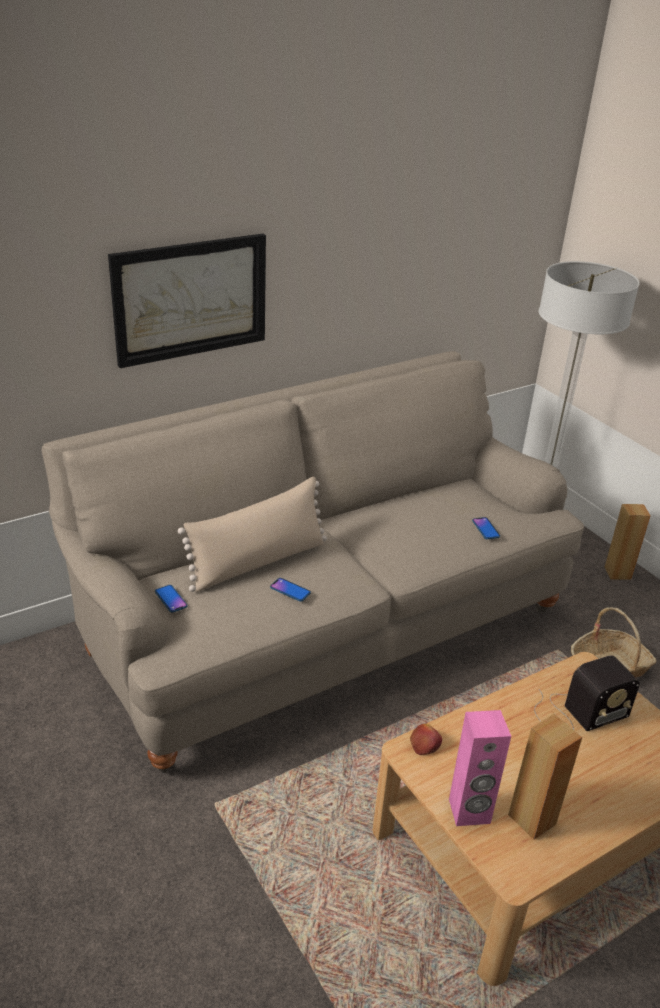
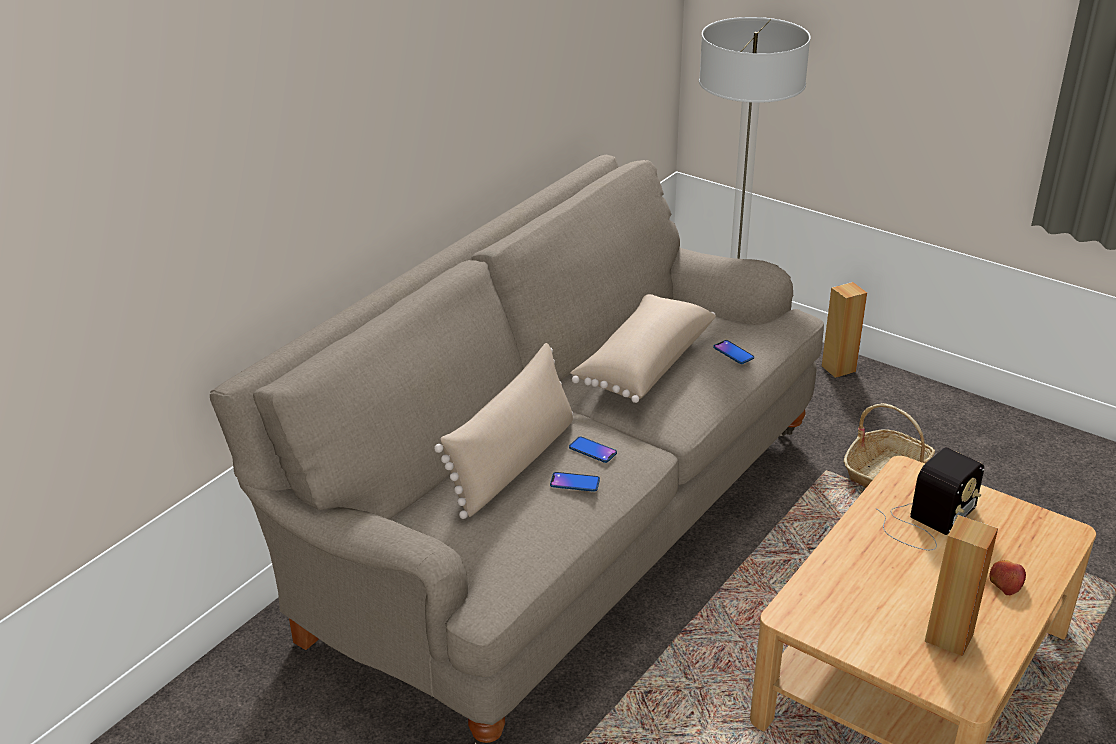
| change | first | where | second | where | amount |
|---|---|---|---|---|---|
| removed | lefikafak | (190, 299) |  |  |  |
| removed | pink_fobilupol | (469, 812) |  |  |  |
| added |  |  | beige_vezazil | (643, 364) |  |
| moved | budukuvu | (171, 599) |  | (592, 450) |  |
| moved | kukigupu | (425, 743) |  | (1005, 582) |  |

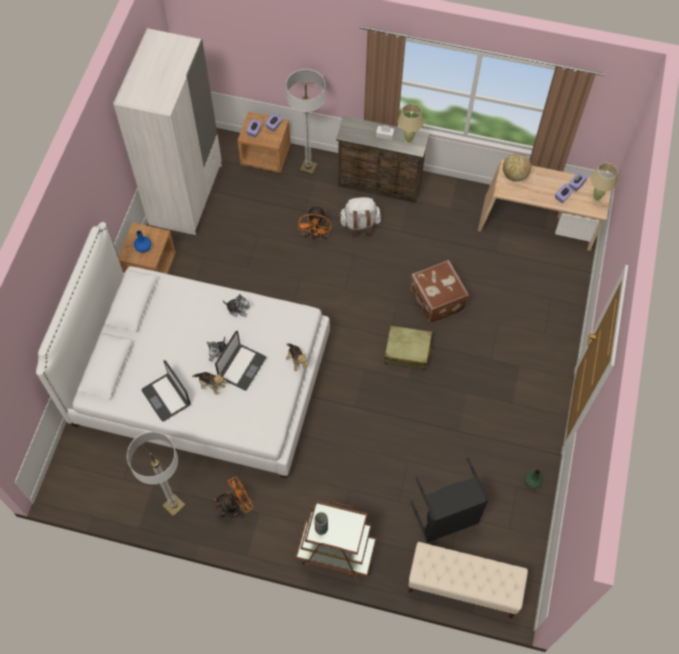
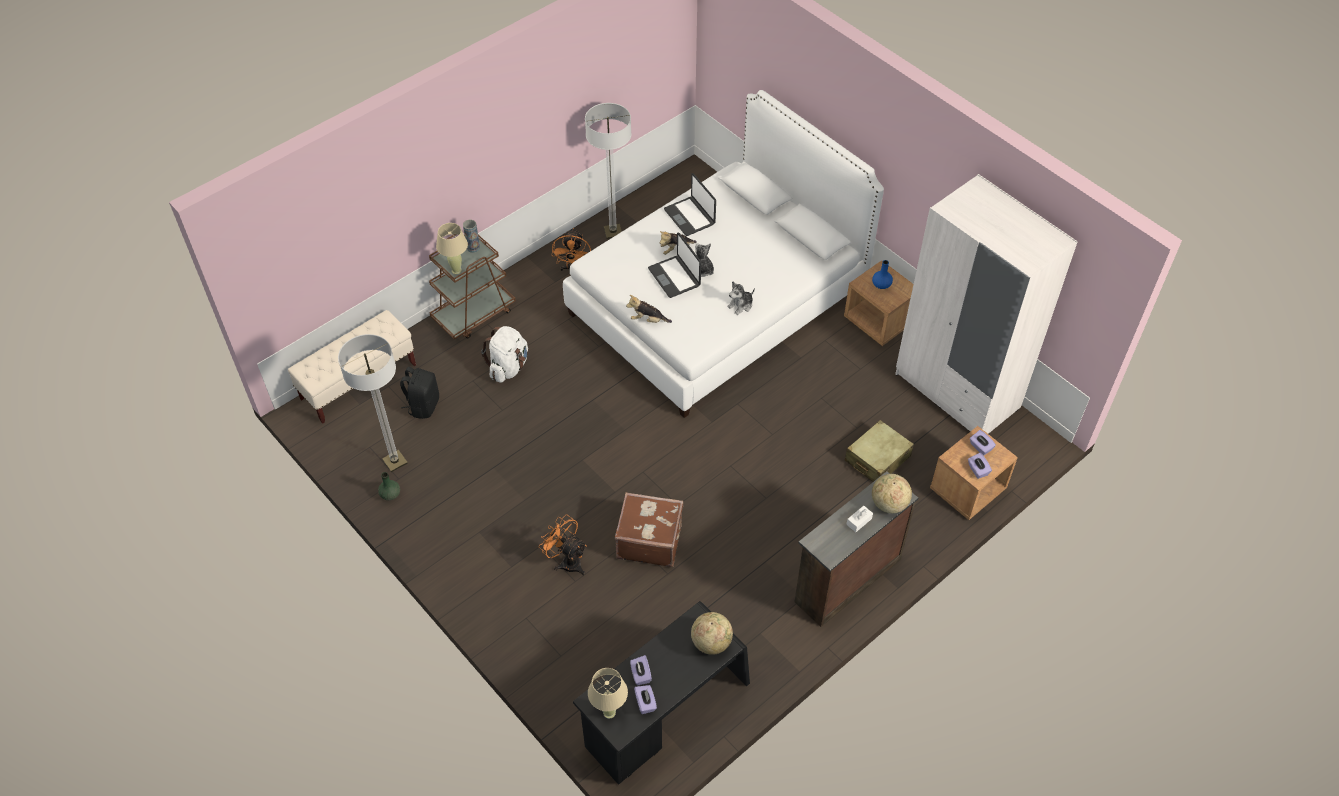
| change | first | where | second | where | amount |
|---|---|---|---|---|---|
| added |  |  | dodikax | (888, 504) |  |
| moved | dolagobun | (308, 167) |  | (395, 461) |  |
| moved | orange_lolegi | (315, 236) |  | (567, 561) |  |
| moved | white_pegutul | (360, 224) |  | (508, 367) |  |
| moved | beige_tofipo | (407, 352) |  | (877, 459) |  |
| moved | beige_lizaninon | (408, 140) |  | (456, 270) |  |
| replaced | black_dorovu | (446, 519) | black_pegutul | (423, 405) |  |
| recoloured | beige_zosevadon | (537, 226) | black_zosevadon | (665, 713) |  |
| turned | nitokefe | (166, 397) |  | (690, 216) | 120 degrees counterclockwise |

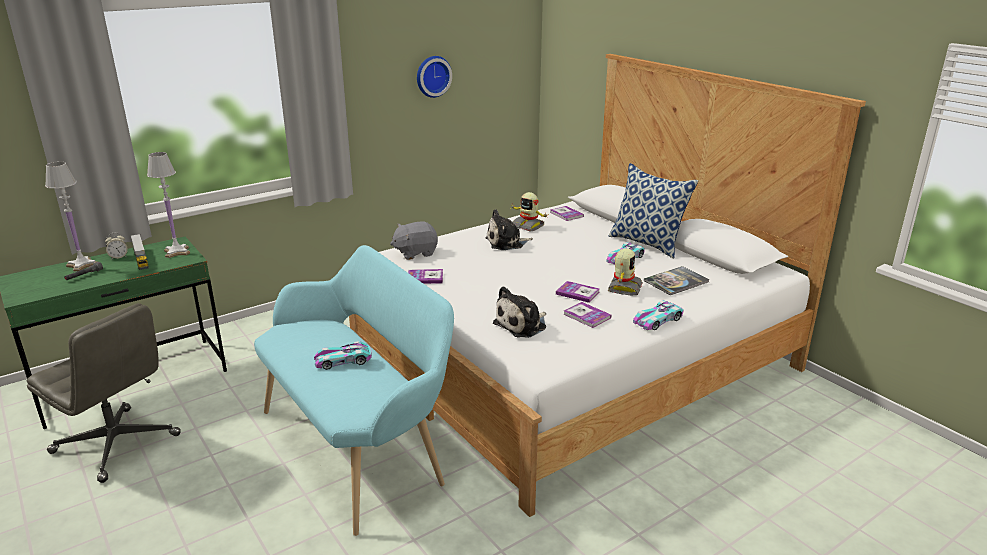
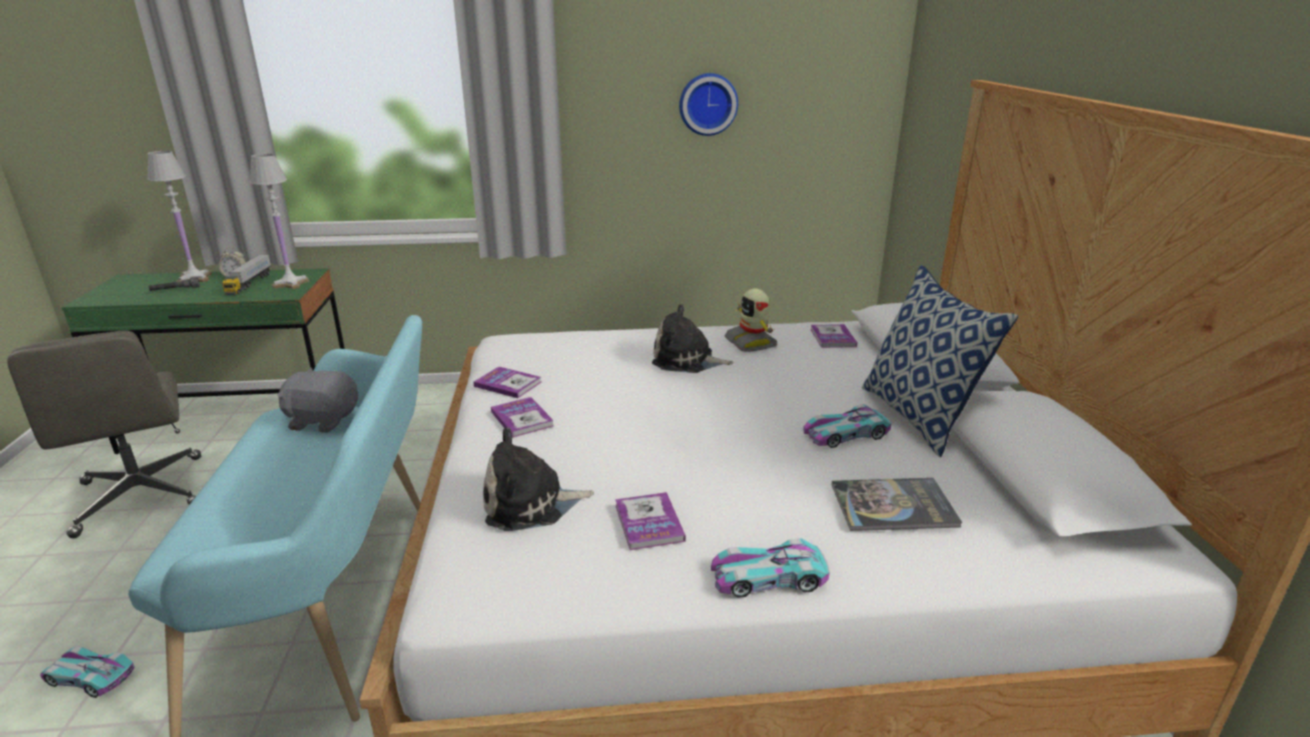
| change | first | where | second | where | amount |
|---|---|---|---|---|---|
| removed | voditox | (624, 288) |  |  |  |
| moved | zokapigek | (343, 360) |  | (90, 677) |  |
| moved | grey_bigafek | (415, 253) |  | (323, 420) |  |
| moved | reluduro | (577, 293) |  | (522, 419) |  |

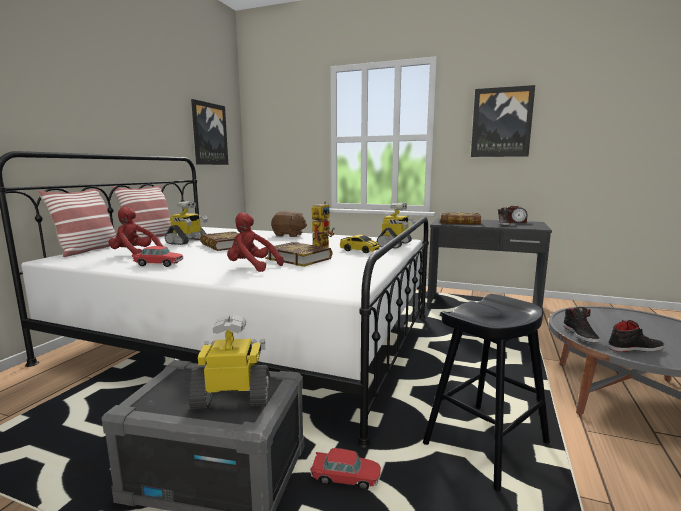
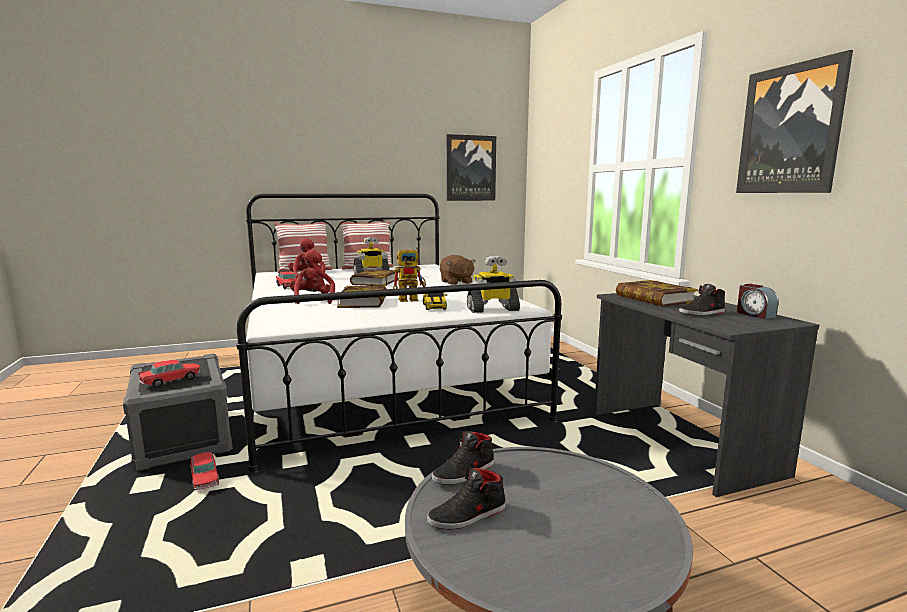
| change | first | where | second | where | amount |
|---|---|---|---|---|---|
| removed | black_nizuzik | (486, 443) |  |  |  |
| replaced | voditox | (233, 397) | zokapigek | (171, 381) |  |
| turned | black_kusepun | (634, 348) |  | (467, 515) | 105 degrees clockwise |

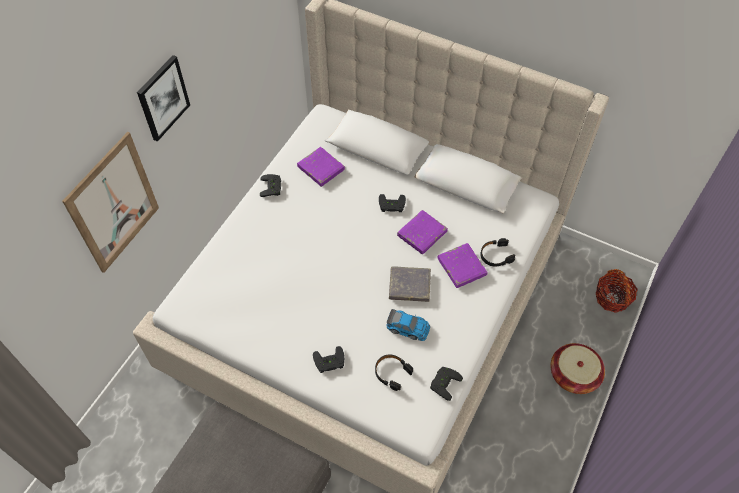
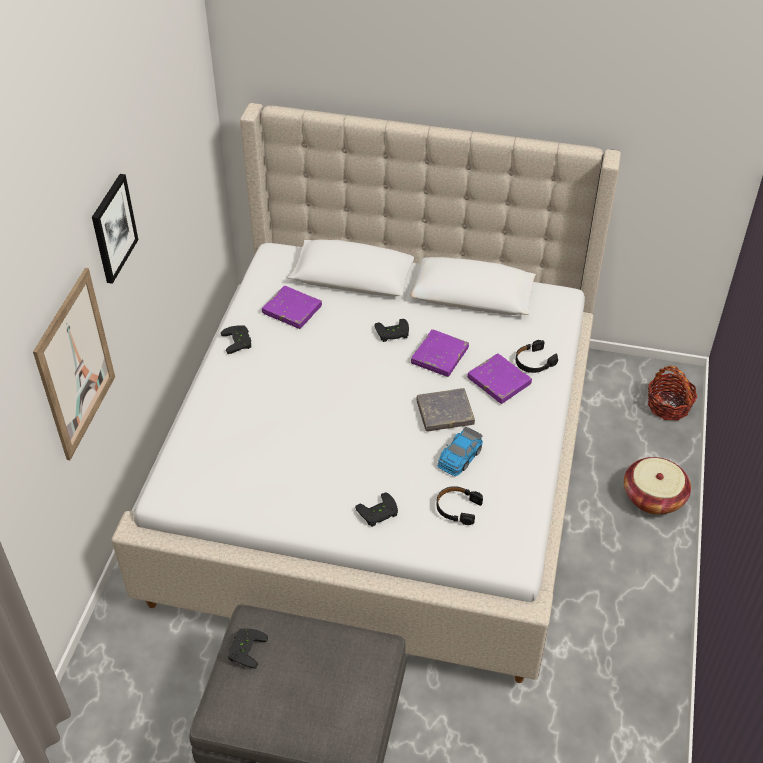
| change | first | where | second | where | amount |
|---|---|---|---|---|---|
| moved | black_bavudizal | (443, 382) |  | (245, 648) |  |
| turned | zokapigek | (408, 328) |  | (459, 457) | 120 degrees clockwise |

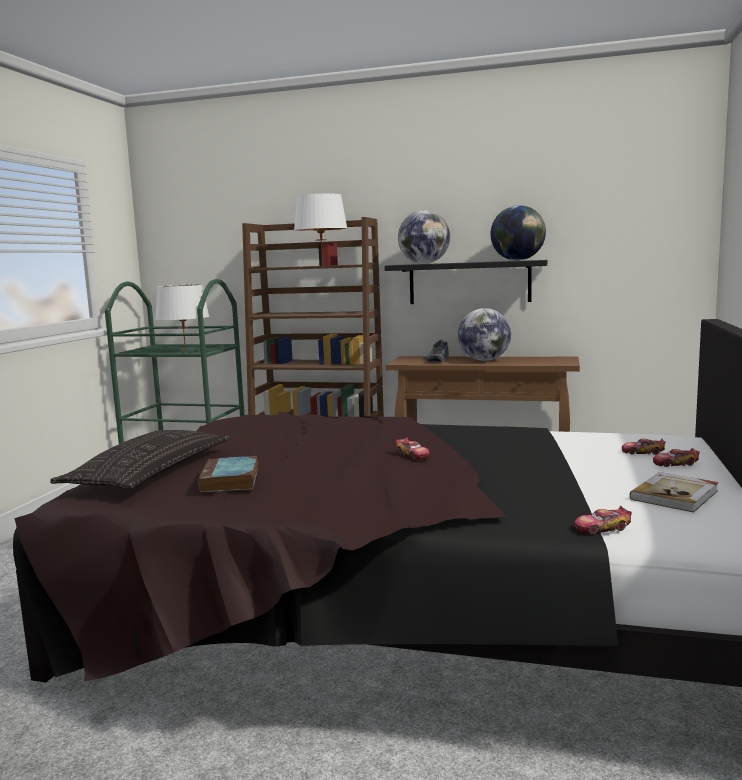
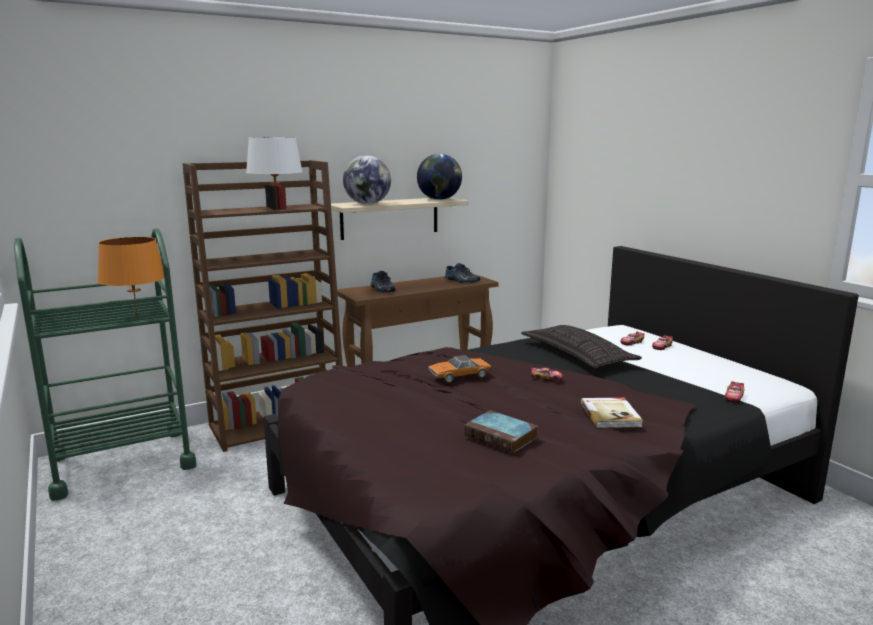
| change | first | where | second | where | amount |
|---|---|---|---|---|---|
| removed | dodikax | (484, 360) |  |  |  |
| added |  |  | zokapigek | (459, 376) |  |
| added |  |  | kusepun | (461, 281) |  |
| moved | vezazil | (150, 472) |  | (577, 355) |  |
| moved | reluduro | (676, 495) |  | (611, 415) |  |
| recoloured | white_lizaninon | (185, 352) | orange_lizaninon | (137, 318) |  |
| recoloured | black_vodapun | (469, 282) | beige_vodapun | (390, 218) |  |

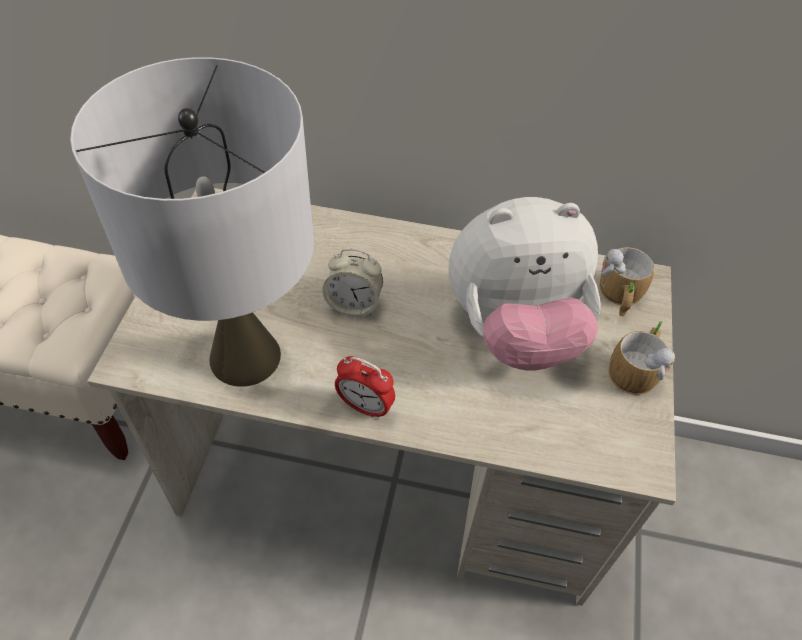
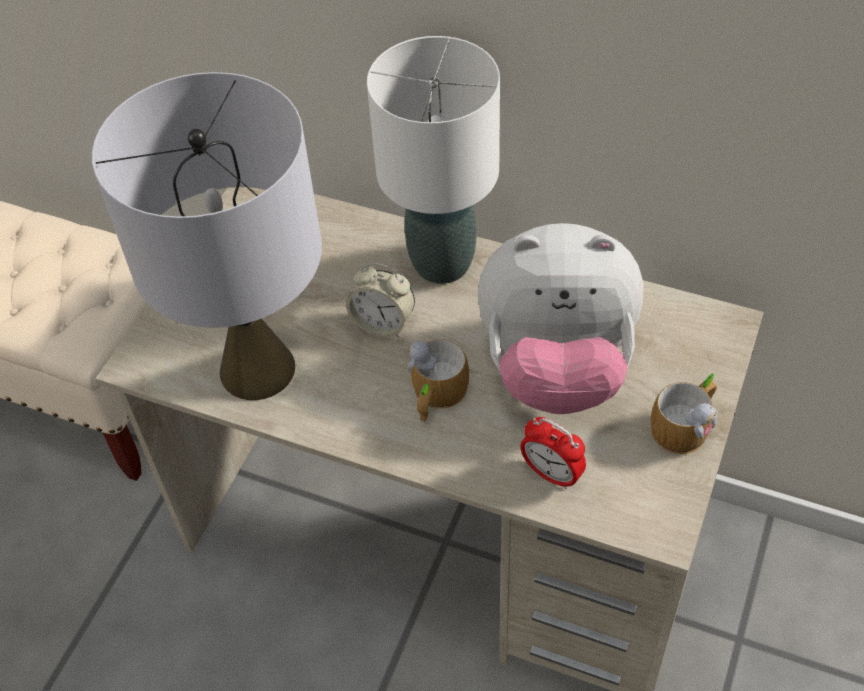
| change | first | where | second | where | amount |
|---|---|---|---|---|---|
| added |  |  | white_lizaninon | (442, 264) |  |
| moved | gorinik | (365, 406) |  | (551, 474) |  |
| moved | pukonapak | (619, 295) |  | (435, 395) |  |

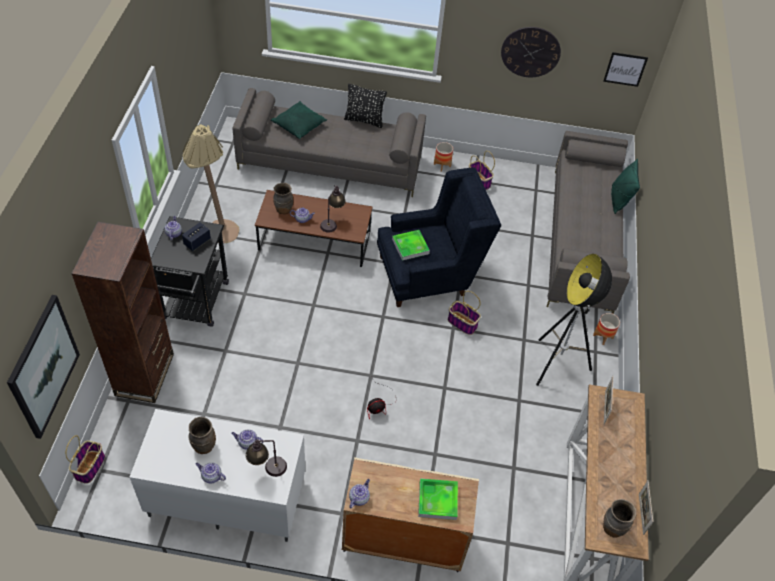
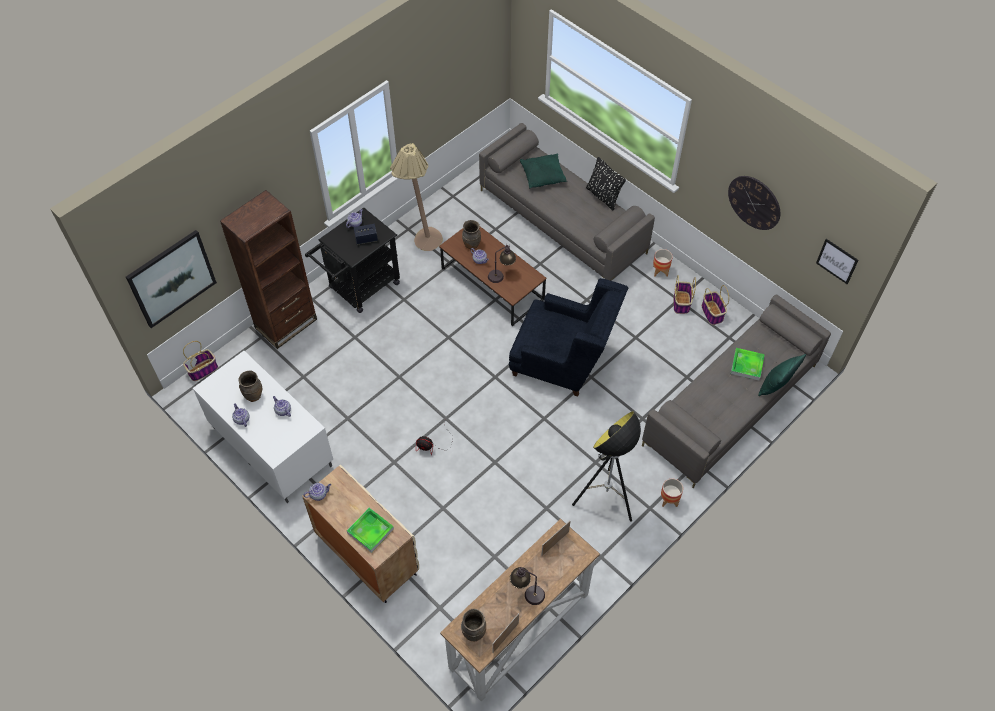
| change | first | where | second | where | amount |
|---|---|---|---|---|---|
| moved | lizaninon | (267, 468) |  | (527, 592) |  |
| moved | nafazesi | (410, 246) |  | (747, 365) |  |
| moved | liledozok | (463, 323) |  | (712, 313) |  |

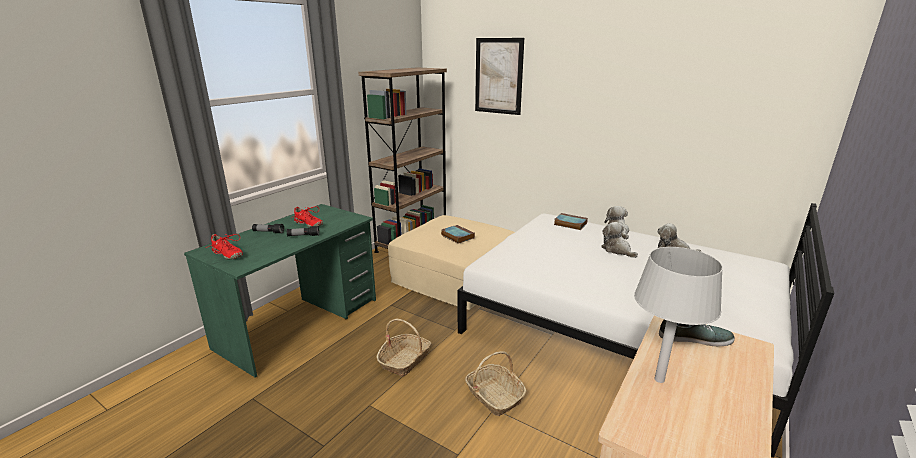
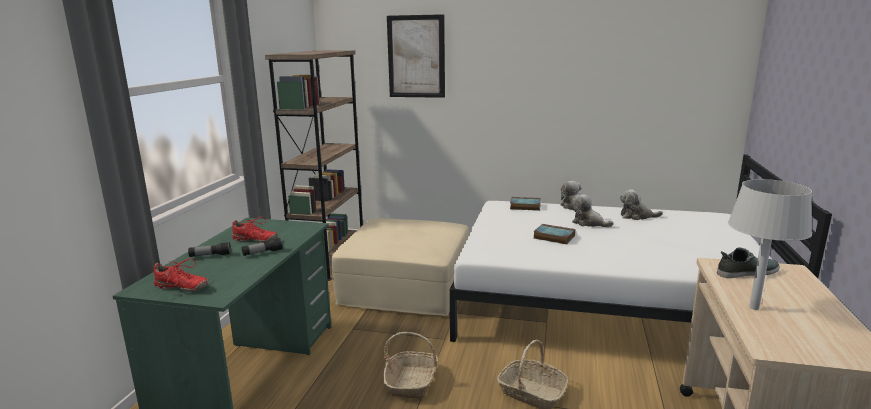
| change | first | where | second | where | amount |
|---|---|---|---|---|---|
| moved | reluduro | (457, 236) |  | (553, 237) |  |

